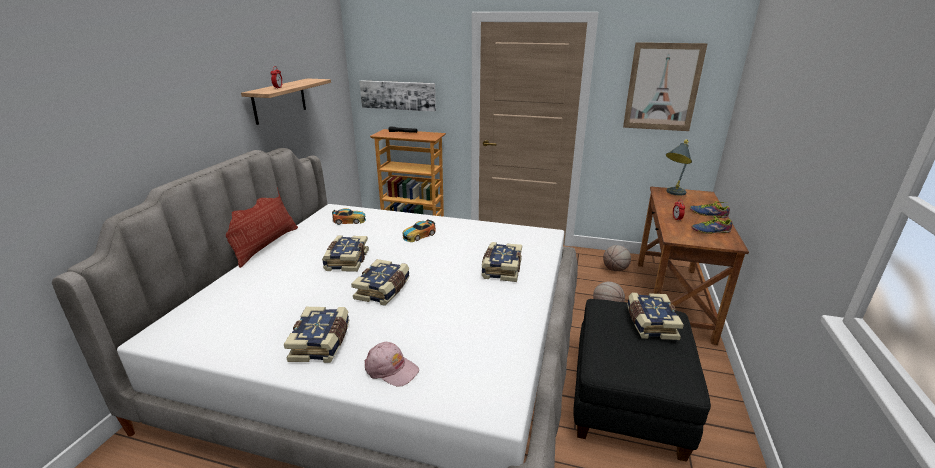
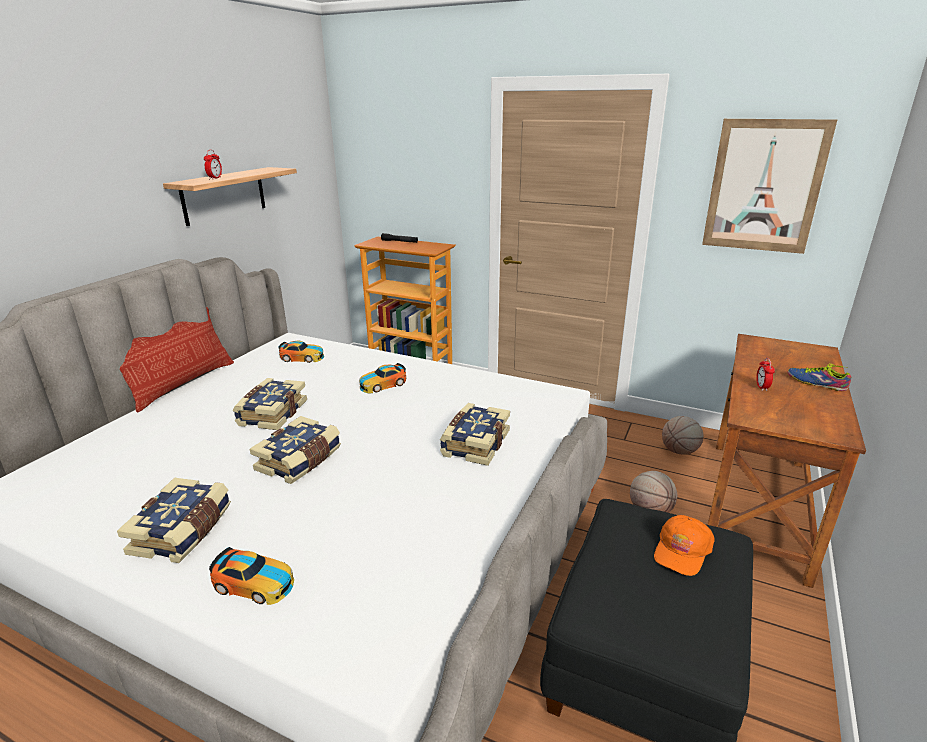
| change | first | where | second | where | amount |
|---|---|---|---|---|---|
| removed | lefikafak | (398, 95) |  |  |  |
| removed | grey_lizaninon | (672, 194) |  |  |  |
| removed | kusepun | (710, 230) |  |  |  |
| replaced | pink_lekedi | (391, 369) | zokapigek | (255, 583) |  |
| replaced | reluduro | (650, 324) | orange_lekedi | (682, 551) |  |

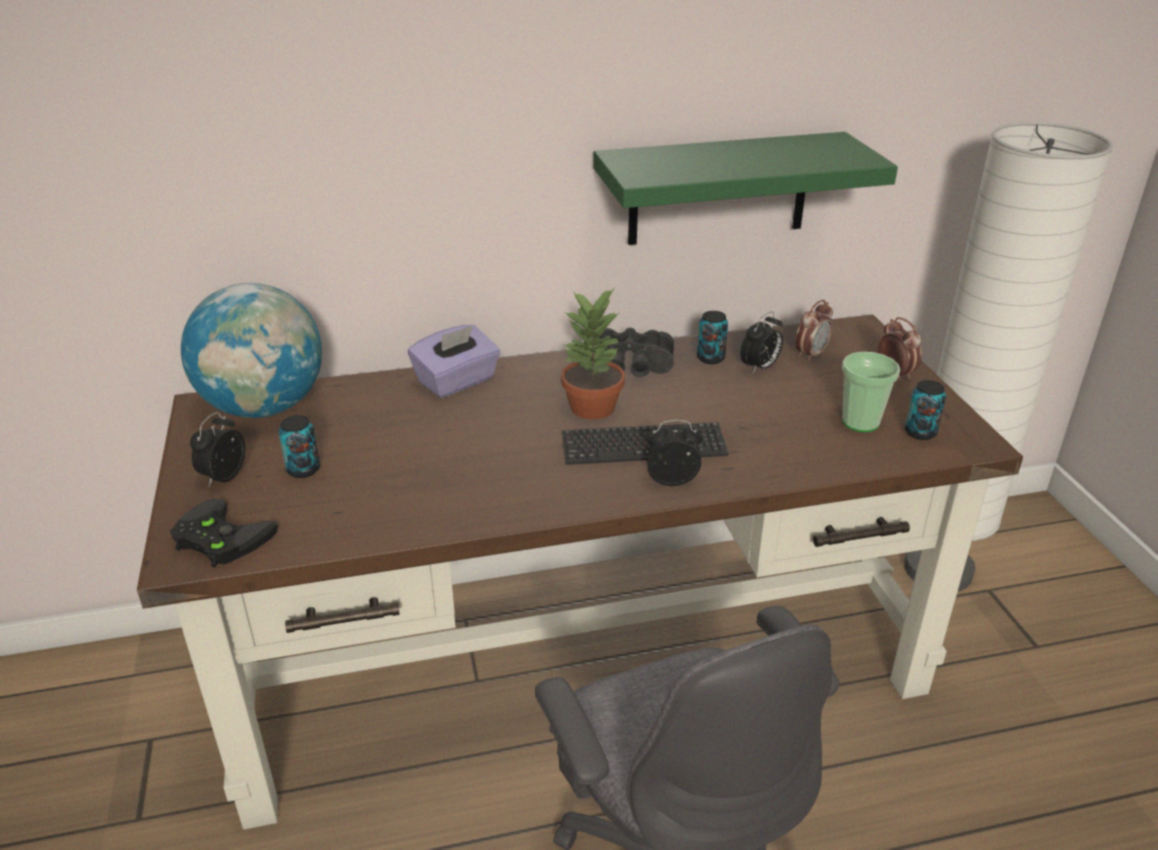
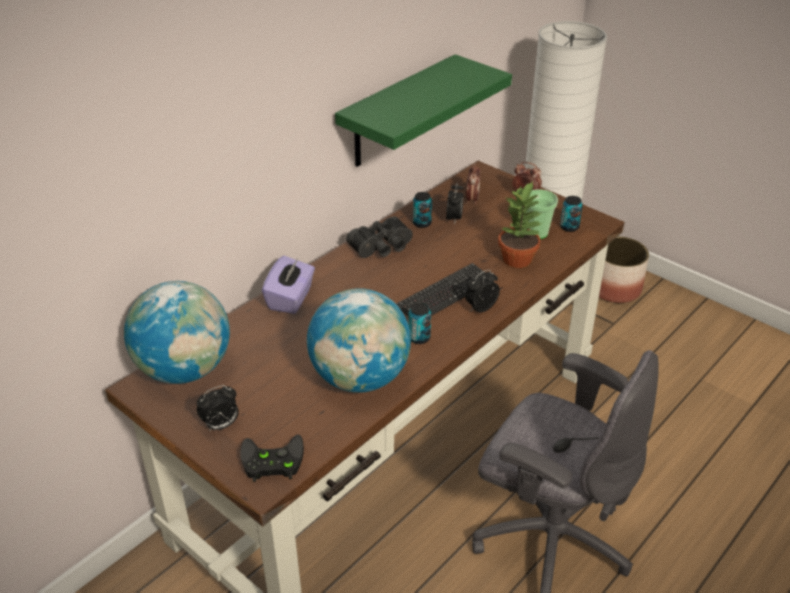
| change | first | where | second | where | amount |
|---|---|---|---|---|---|
| added |  |  | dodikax | (360, 378) |  |
| added |  |  | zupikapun | (615, 289) |  |
| moved | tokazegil | (303, 470) |  | (419, 338) |  |
| moved | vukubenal | (593, 408) |  | (518, 259) |  |
| turned | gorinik | (223, 476) |  | (221, 425) | 105 degrees counterclockwise |

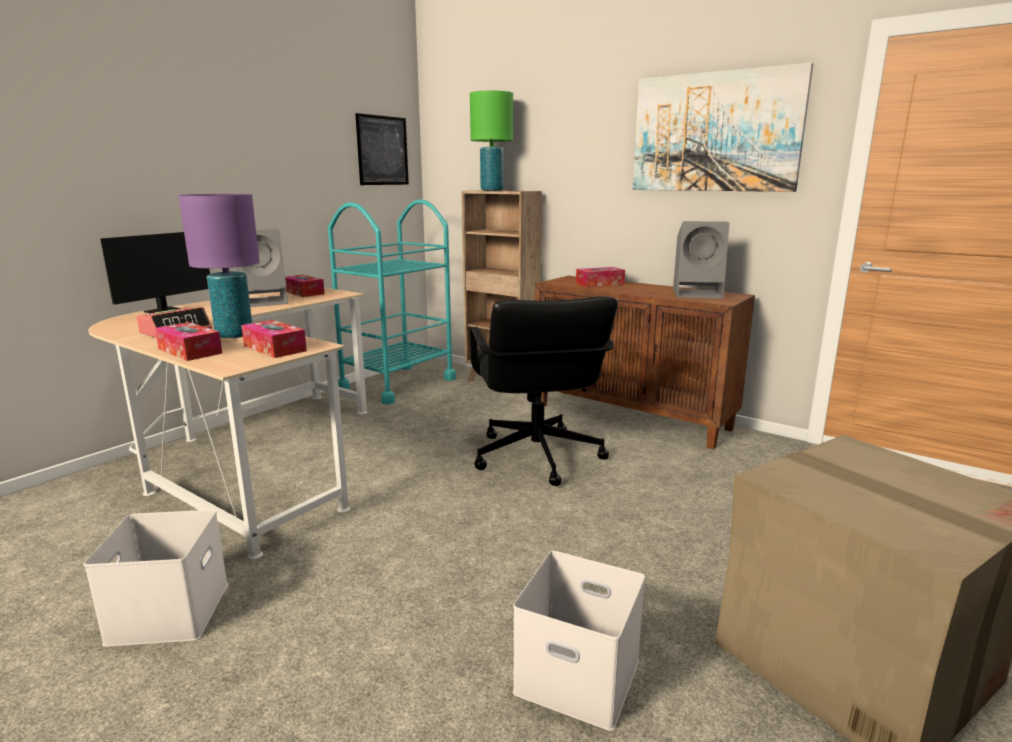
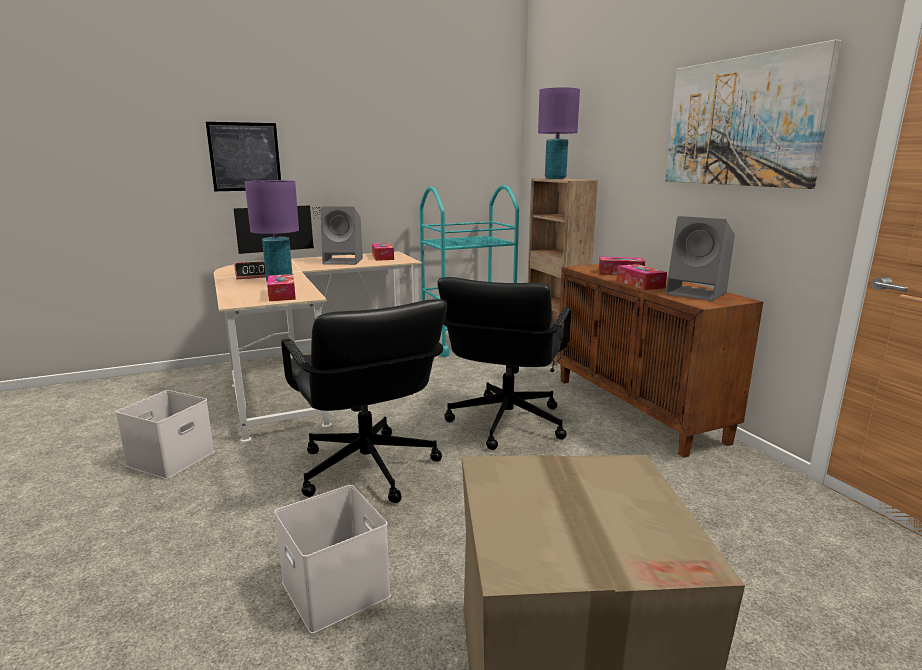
| change | first | where | second | where | amount |
|---|---|---|---|---|---|
| added |  |  | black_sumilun | (367, 469) |  |
| moved | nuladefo | (190, 351) |  | (640, 284) |  |
| moved | lefikafak | (382, 150) |  | (245, 157) |  |
| recoloured | green_lizaninon | (492, 190) | purple_lizaninon | (555, 178) |  |

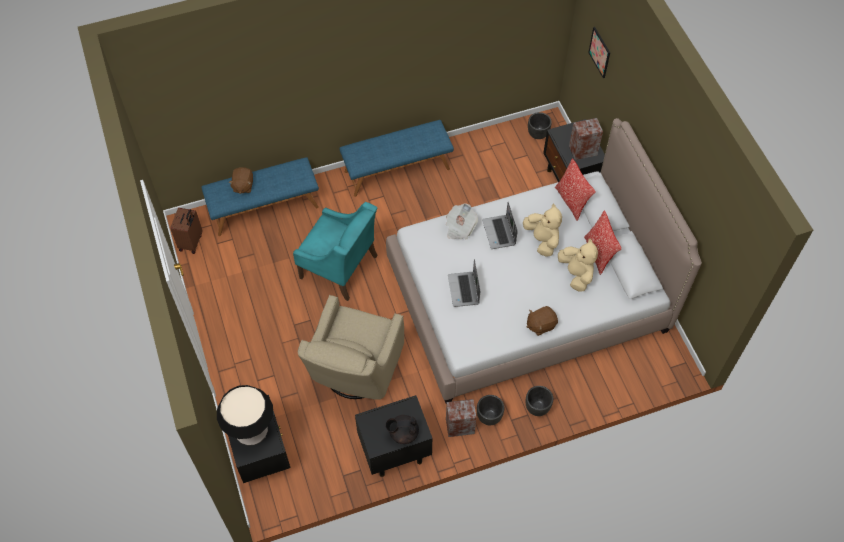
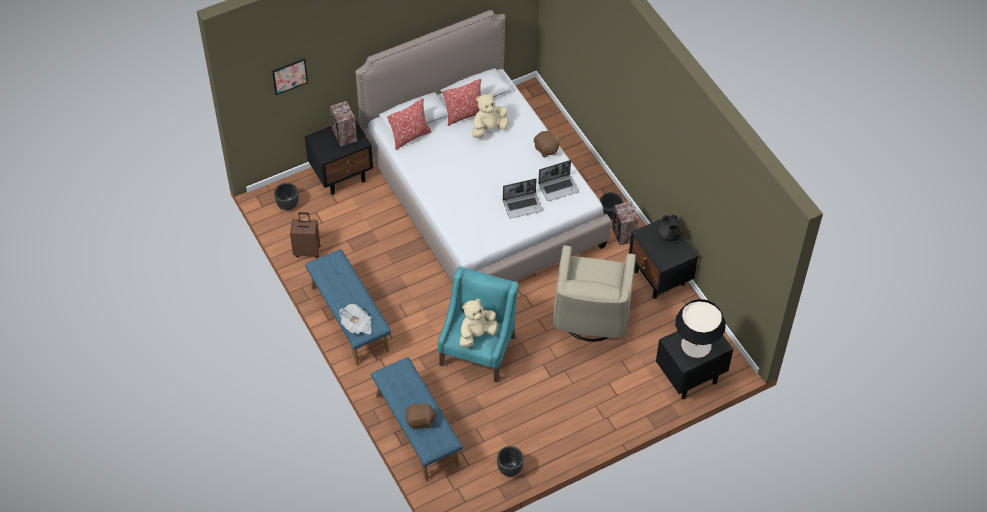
| change | first | where | second | where | amount |
|---|---|---|---|---|---|
| moved | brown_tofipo | (191, 242) |  | (307, 250) |  |
| moved | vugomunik | (460, 227) |  | (357, 325) |  |
| moved | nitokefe | (499, 233) |  | (558, 188) |  |
| moved | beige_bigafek | (542, 240) |  | (476, 334) |  |
| moved | black_zupikapun | (537, 408) |  | (510, 469) |  |
| turned | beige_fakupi | (354, 372) |  | (590, 319) | 90 degrees clockwise |

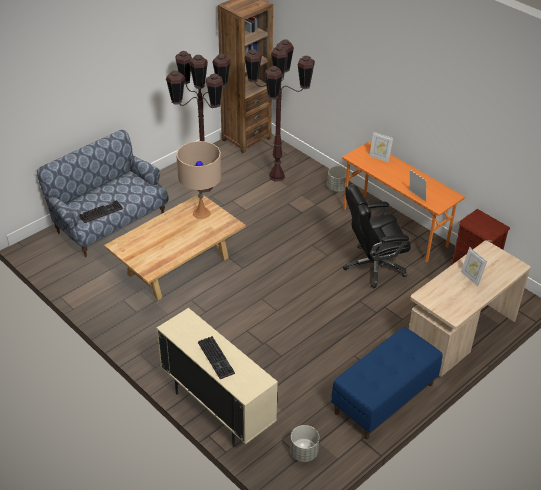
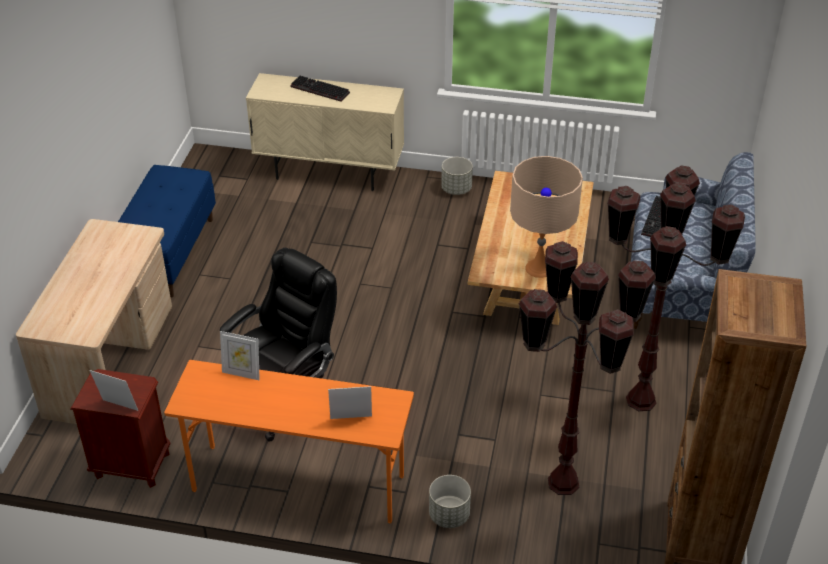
| change | first | where | second | where | amount |
|---|---|---|---|---|---|
| moved | grey_zupikapun | (304, 453) |  | (456, 189) |  |
| moved | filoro | (471, 278) |  | (118, 408) |  |

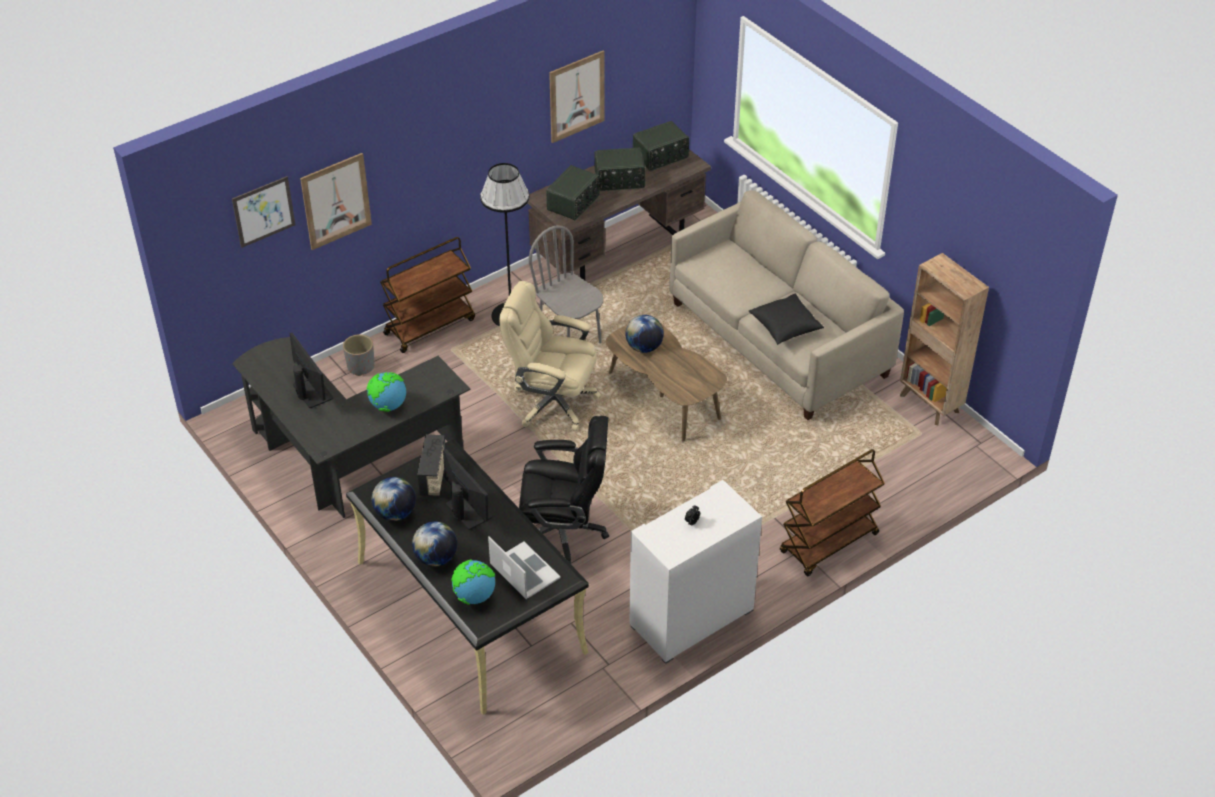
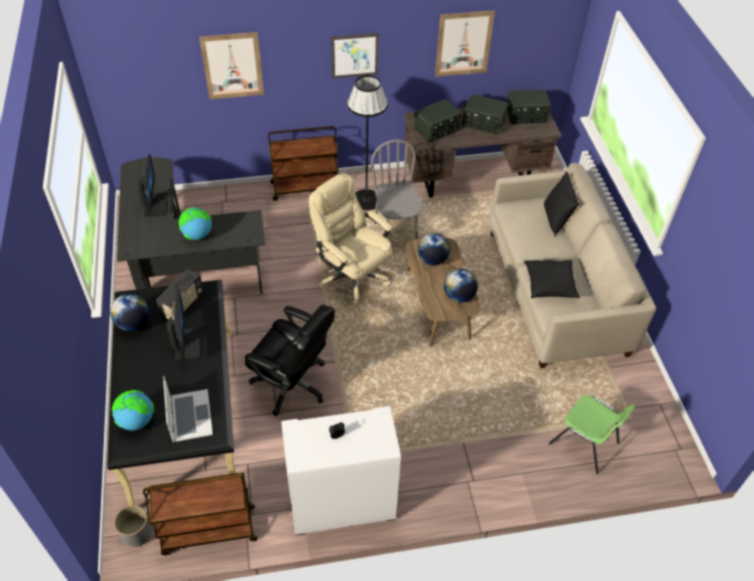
| change | first | where | second | where | amount |
|---|---|---|---|---|---|
| removed | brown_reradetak | (930, 404) |  |  |  |
| added |  |  | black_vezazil | (556, 220) |  |
| added |  |  | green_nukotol | (585, 444) |  |
| moved | lefikafak | (263, 211) |  | (354, 55) |  |
| moved | grey_zupikapun | (361, 366) |  | (137, 533) |  |
| moved | dodikax | (436, 558) |  | (459, 296) |  |
| moved | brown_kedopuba | (829, 544) |  | (208, 531) |  |

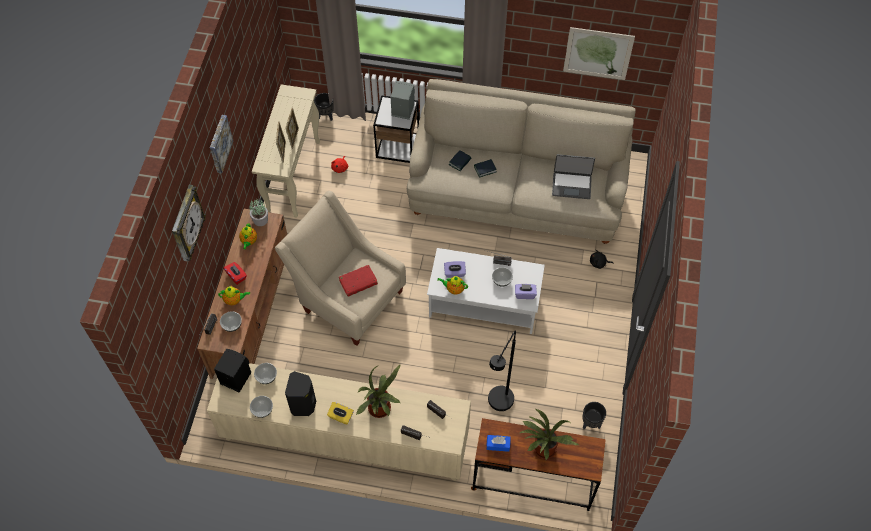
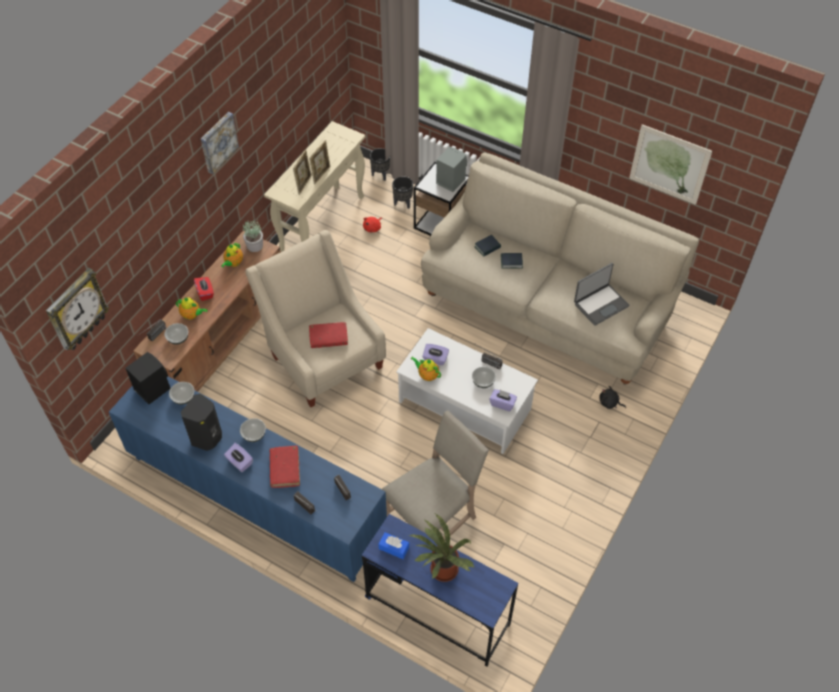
| change | first | where | second | where | amount |
|---|---|---|---|---|---|
| moved | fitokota | (186, 225) |  | (76, 310) |  |
| moved | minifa | (262, 409) |  | (254, 435) |  |
| moved | black_zupikapun | (591, 423) |  | (403, 203) |  |
| replaced | vukubenal | (381, 410) | red_reluduro | (285, 469) |  |
| replaced | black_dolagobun | (498, 406) | beige_nukotol | (433, 518) |  |
| recoloured | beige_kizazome | (345, 439) | blue_kizazome | (256, 499) |  |
| recoloured | yellow_nuladefo | (340, 416) | purple_nuladefo | (239, 462) |  |
| recoloured | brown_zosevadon | (532, 481) | blue_zosevadon | (437, 611) |  |
| turned | nitokefe | (571, 185) |  | (600, 304) | 60 degrees counterclockwise |

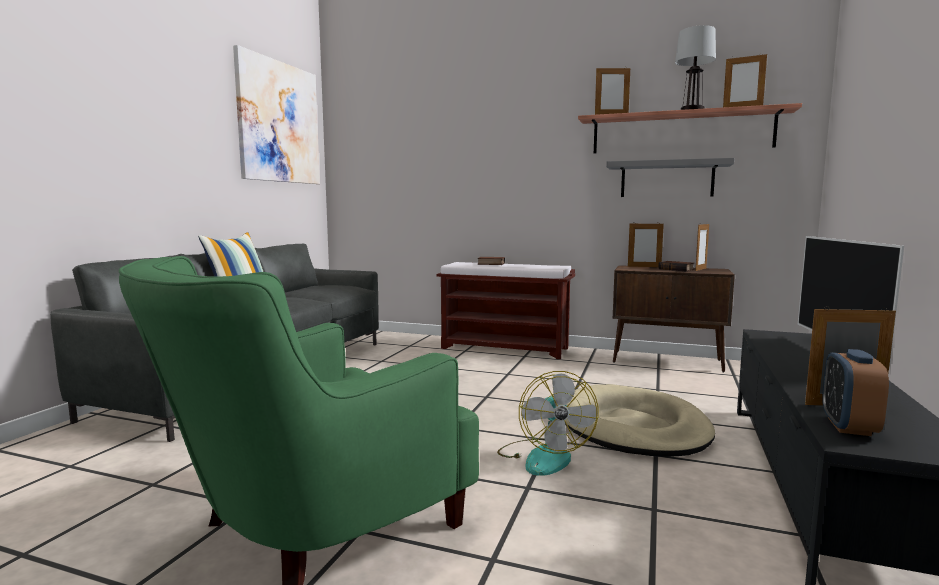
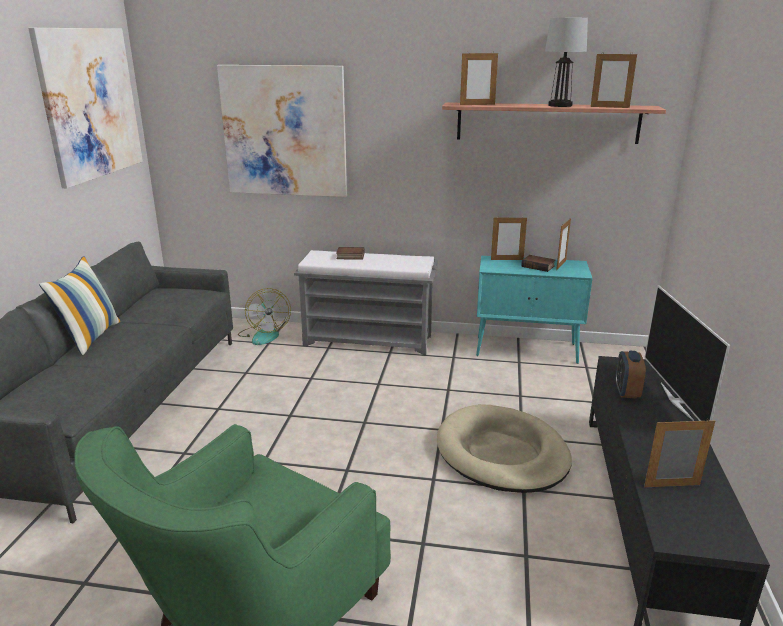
| change | first | where | second | where | amount |
|---|---|---|---|---|---|
| removed | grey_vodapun | (666, 179) |  |  |  |
| added |  |  | lefikafak | (284, 131) |  |
| moved | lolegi | (544, 456) |  | (264, 334) |  |
| moved | gorinik | (848, 426) |  | (626, 392) |  |
| recoloured | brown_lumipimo | (506, 348) | grey_lumipimo | (369, 340) |  |
| recoloured | brown_kizazome | (668, 361) | turquoise_kizazome | (527, 350) |  |

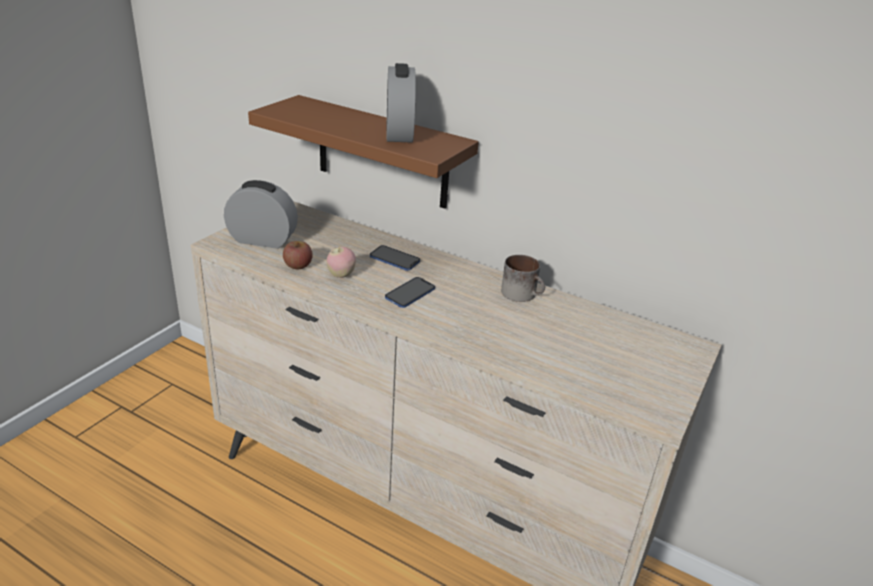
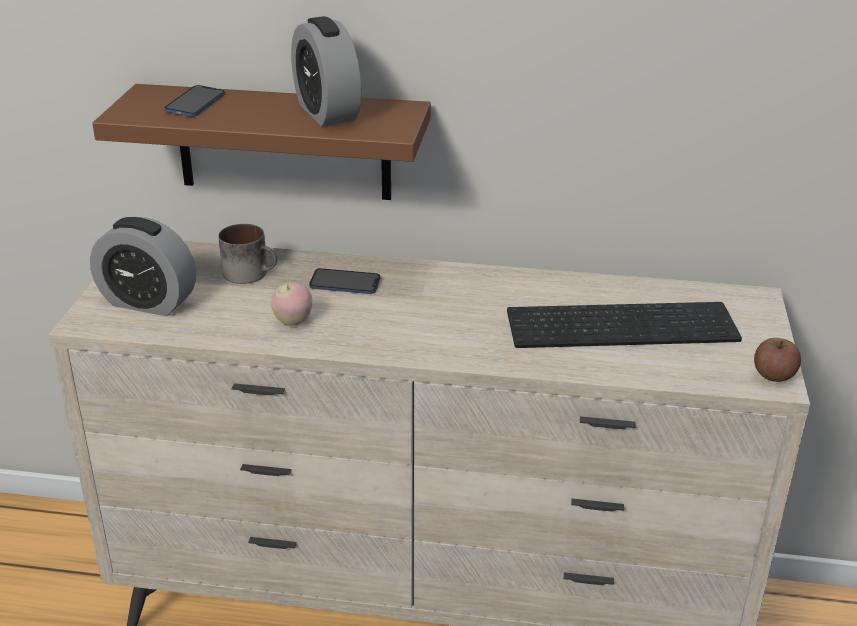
| change | first | where | second | where | amount |
|---|---|---|---|---|---|
| added |  |  | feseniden | (623, 324) |  |
| moved | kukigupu | (298, 265) |  | (773, 375) |  |
| moved | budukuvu | (410, 293) |  | (195, 103) |  |
| moved | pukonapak | (523, 294) |  | (251, 273) |  |
| turned | gorinik | (262, 240) |  | (148, 302) | 150 degrees counterclockwise |

